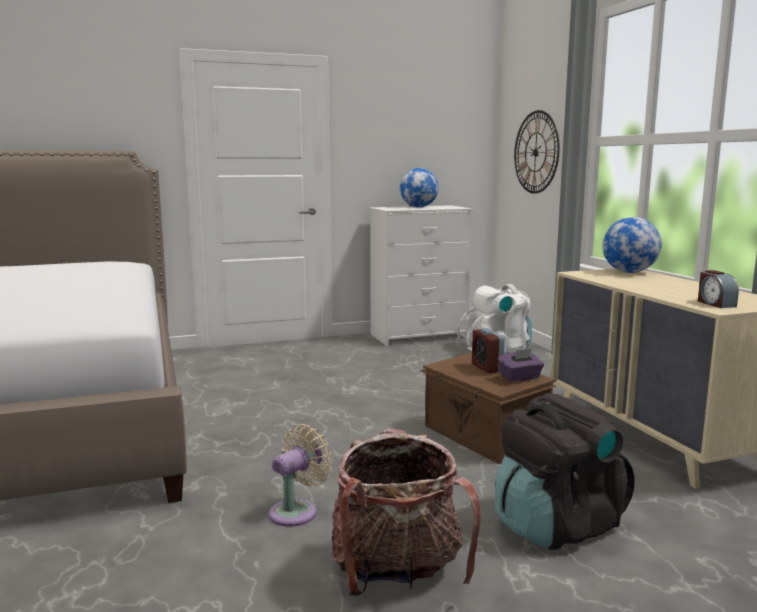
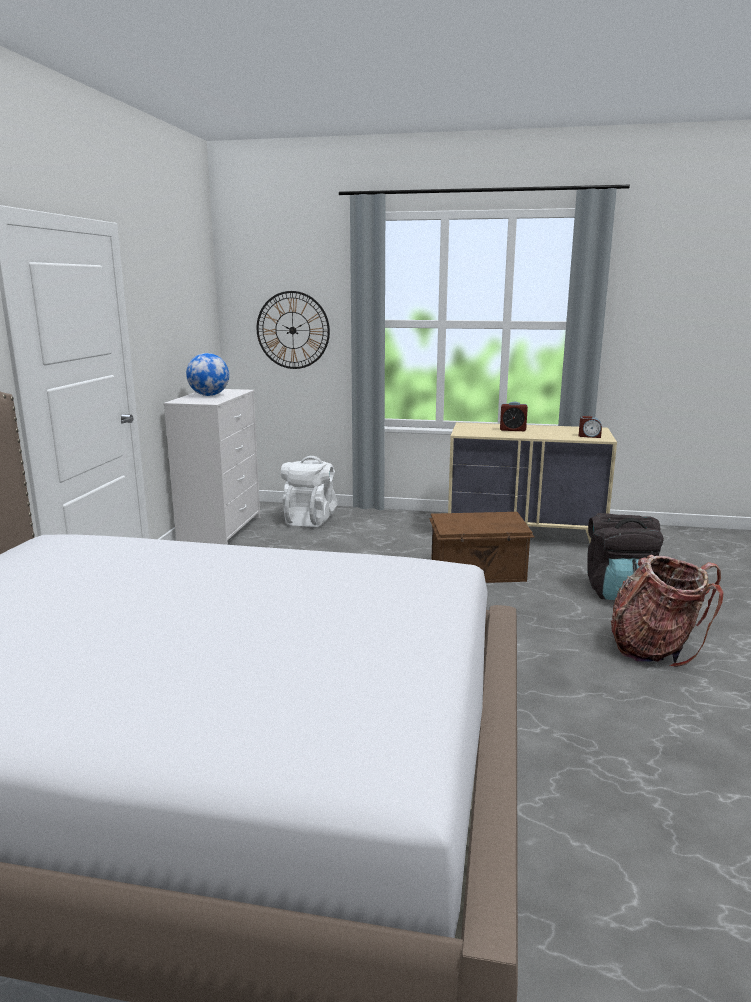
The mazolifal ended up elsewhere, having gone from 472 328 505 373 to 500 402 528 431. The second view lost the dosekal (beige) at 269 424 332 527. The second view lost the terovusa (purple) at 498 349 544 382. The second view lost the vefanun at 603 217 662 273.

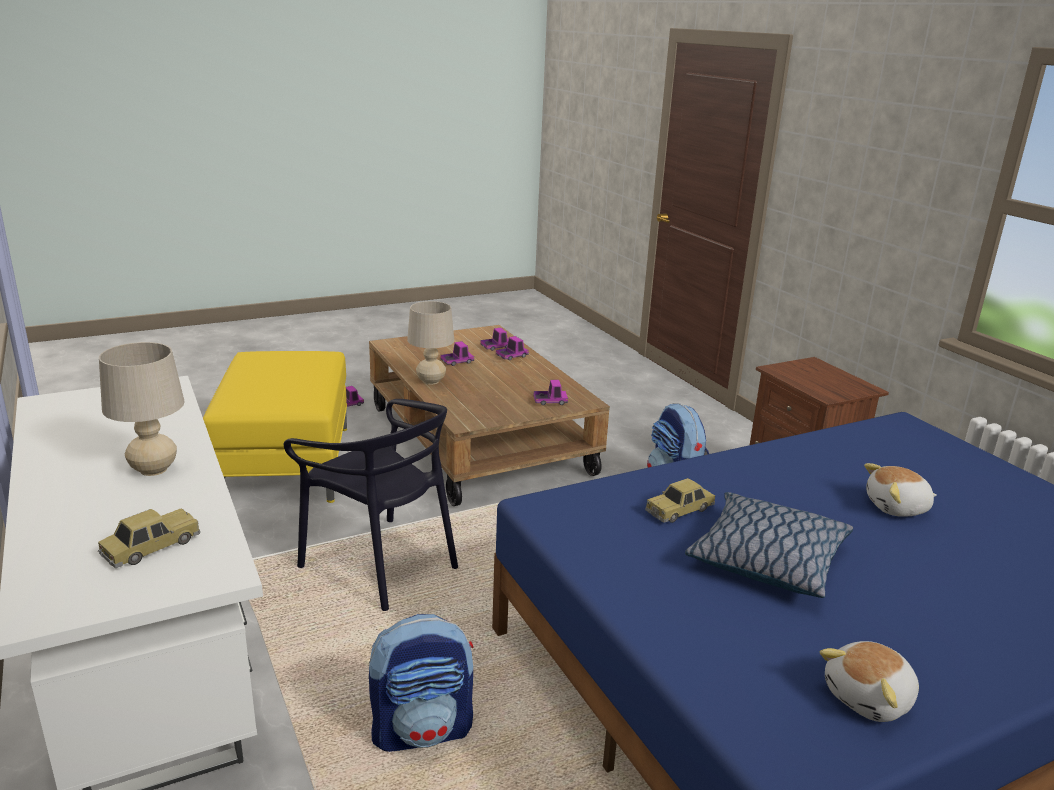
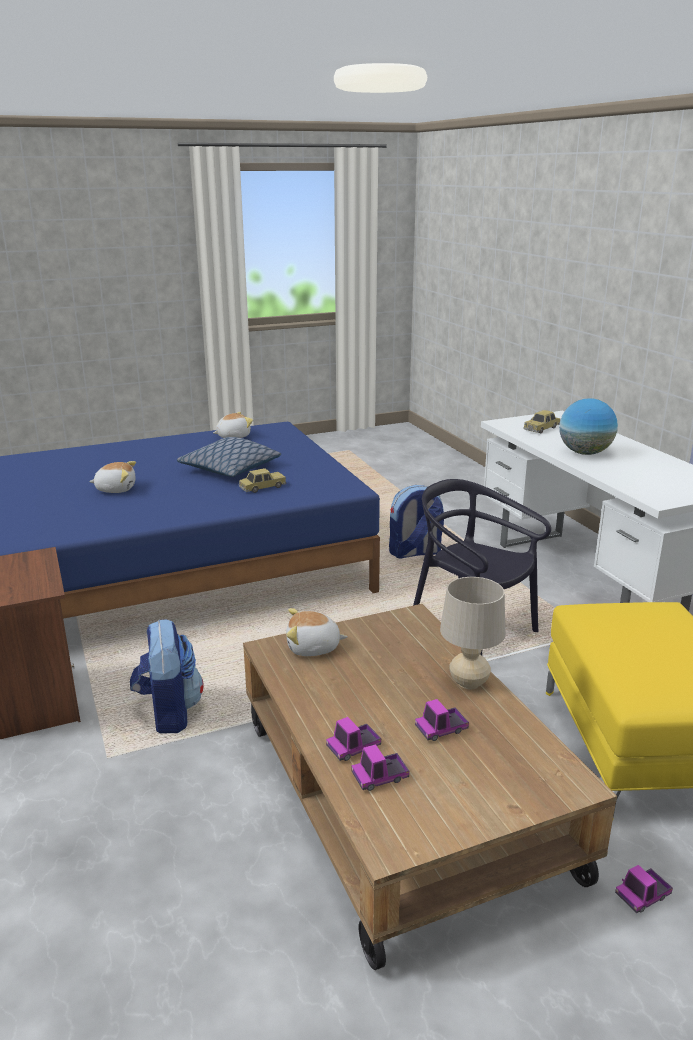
Where the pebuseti stood at 534 380 568 405, the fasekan came to stand at 286 608 348 656. Where the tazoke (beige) stood at 99 342 185 476, the vefanun came to stand at 559 398 618 455.

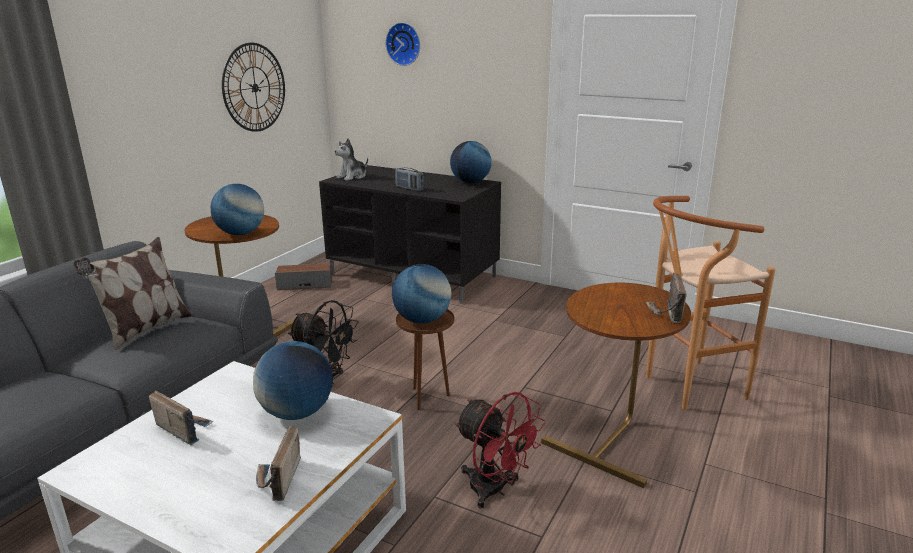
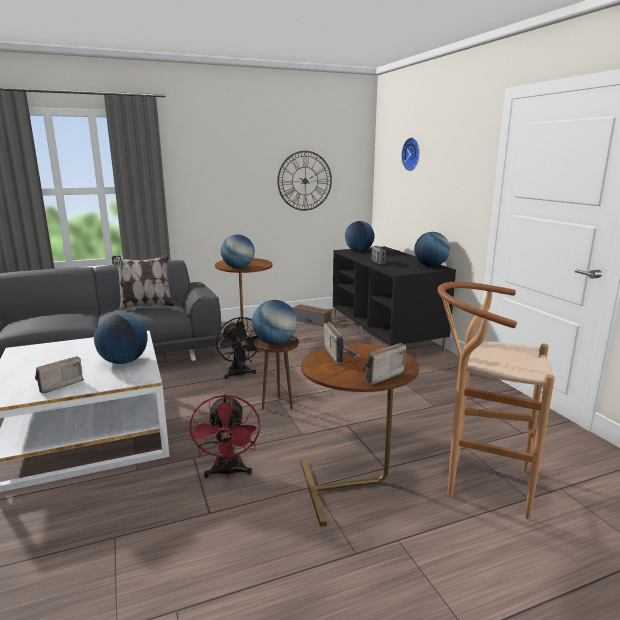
The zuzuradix ended up elsewhere, having gone from 149 391 214 445 to 324 322 359 364. Where the fasekan stood at 335 138 368 181, the vefanun came to stand at 345 221 375 251.

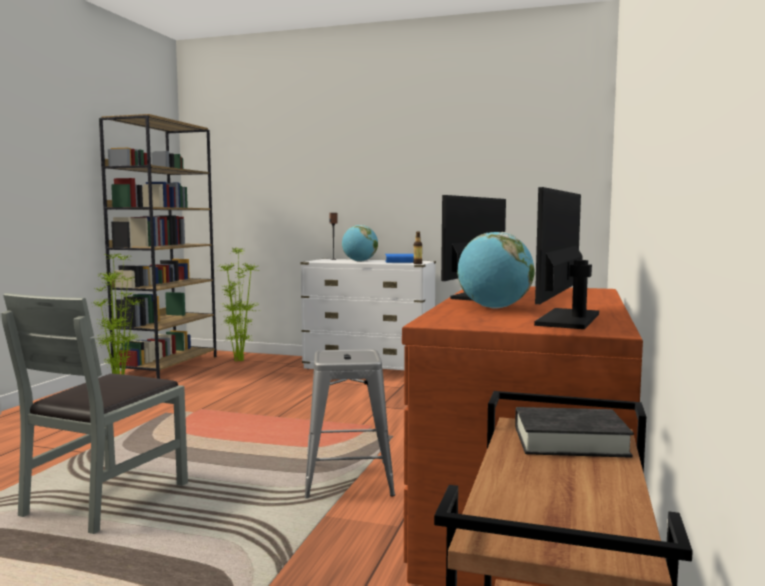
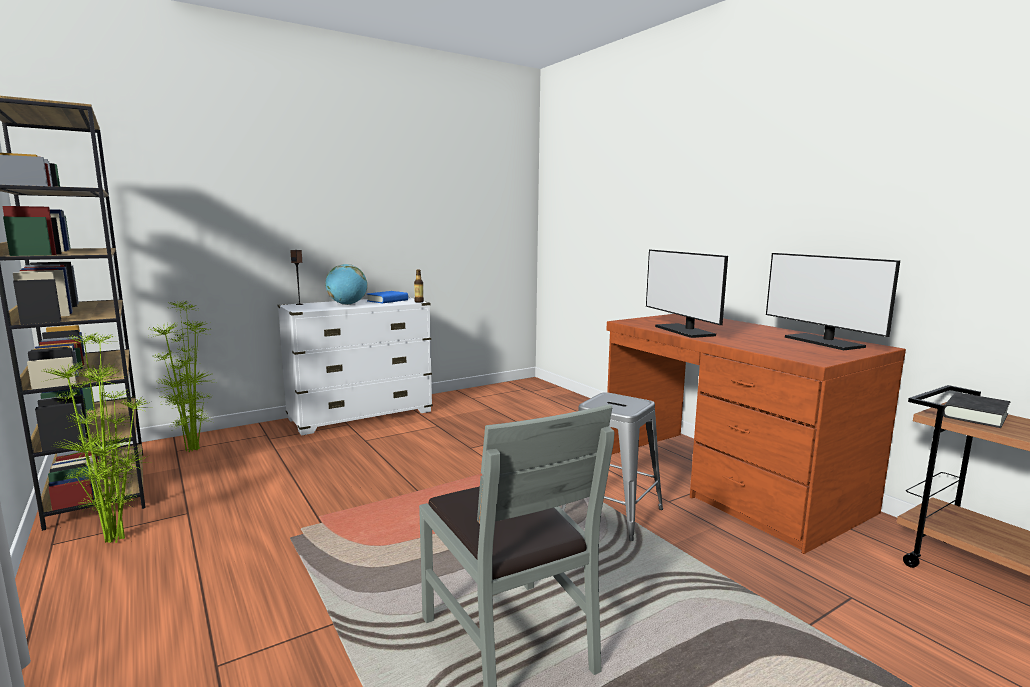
The second view lost the vefanun at 457 232 535 309.

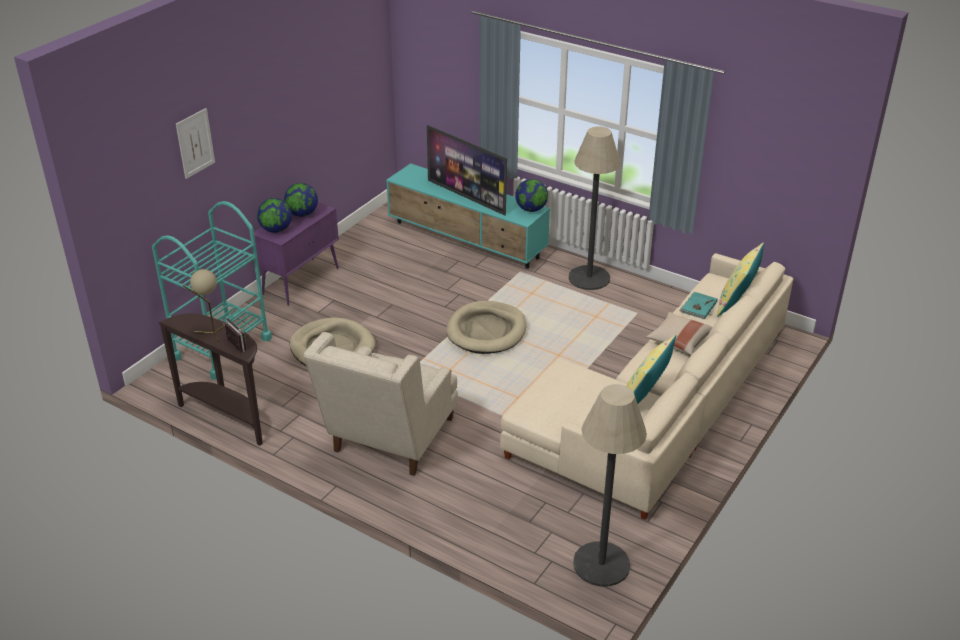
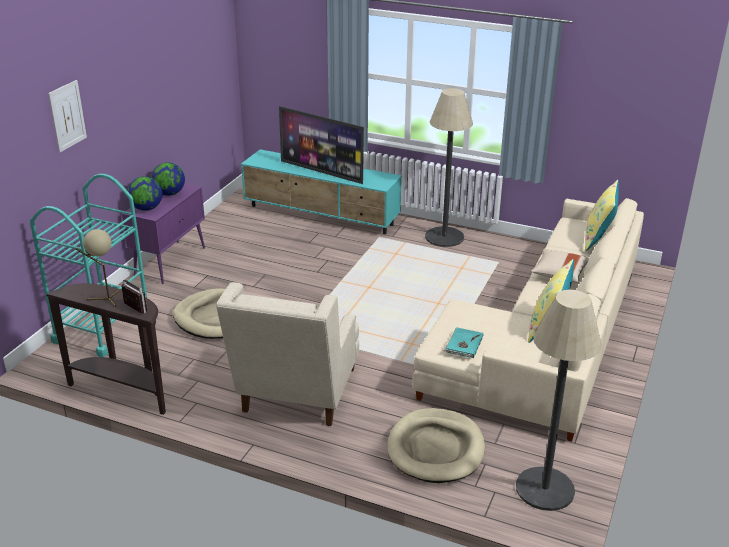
The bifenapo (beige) ended up elsewhere, having gone from 446 301 526 354 to 387 408 485 483. The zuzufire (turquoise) ended up elsewhere, having gone from 679 292 718 320 to 444 327 484 358. The second view lost the vefanun at 515 179 548 212.

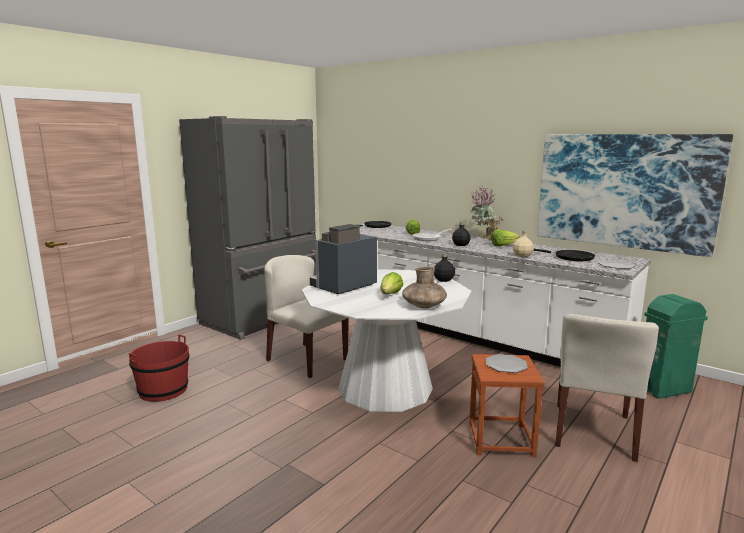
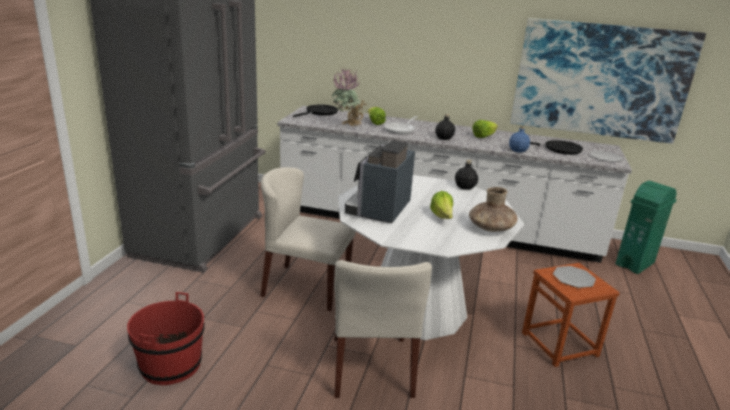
The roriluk ended up elsewhere, having gone from 470 186 503 240 to 331 67 368 127. The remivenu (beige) ended up elsewhere, having gone from 555 314 659 462 to 334 260 432 398. What was the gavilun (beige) at 513 231 534 257 turned into the gavilun (blue) at 509 125 530 153.

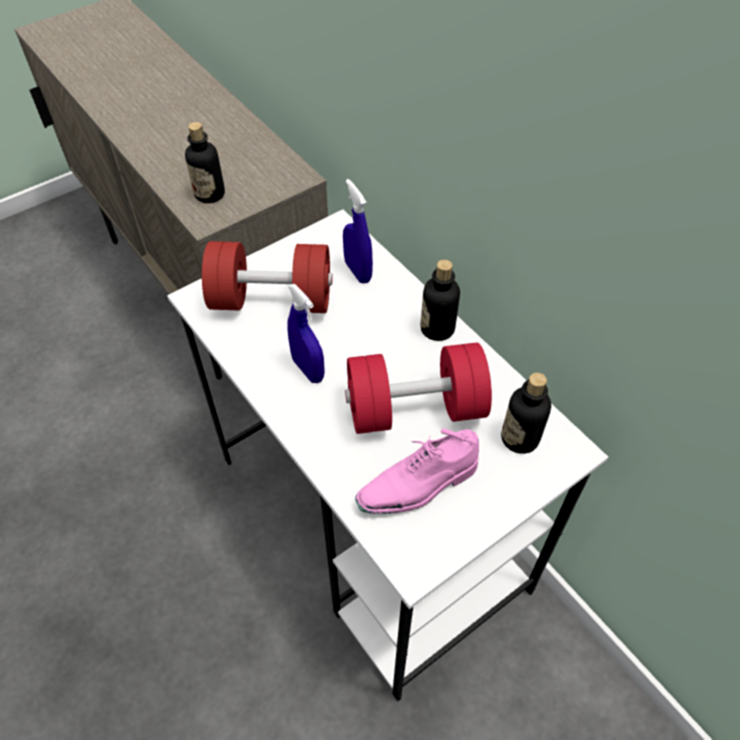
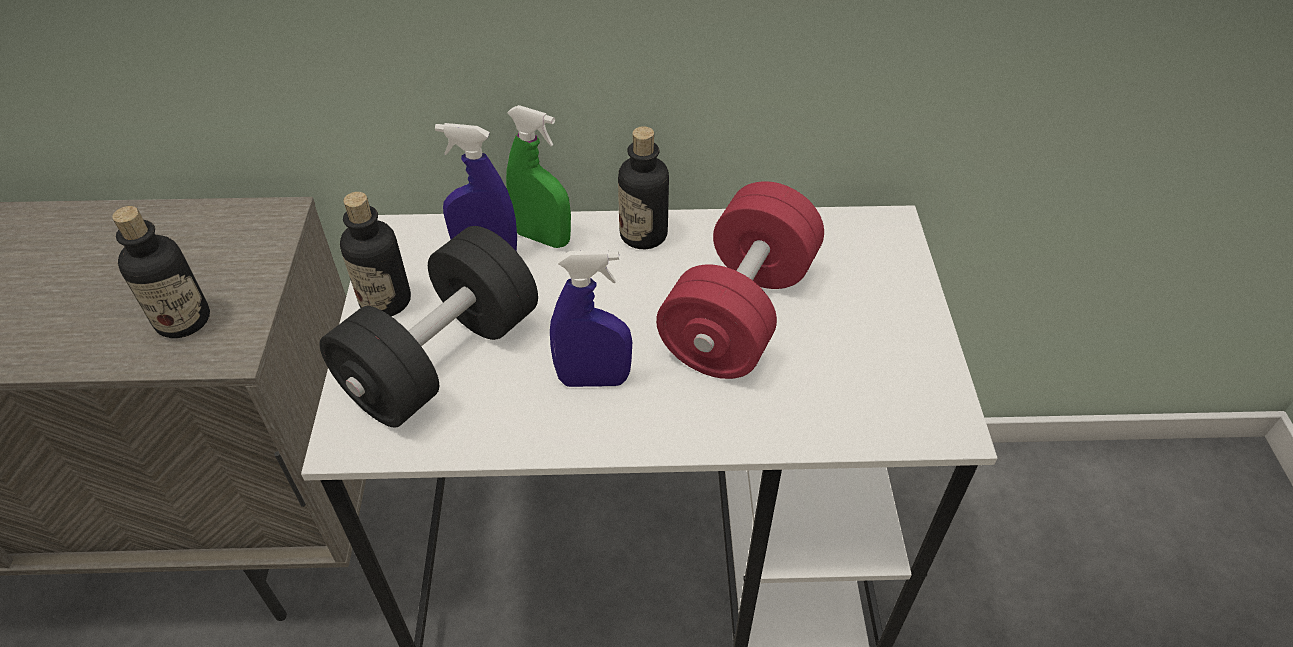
What was the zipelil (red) at 202 241 333 313 turned into the zipelil (black) at 319 226 538 428. The gavilun ended up elsewhere, having gone from 501 373 551 454 to 340 192 411 316. The second view gained the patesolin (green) at 506 105 571 248. The second view lost the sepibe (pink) at 355 428 479 514.

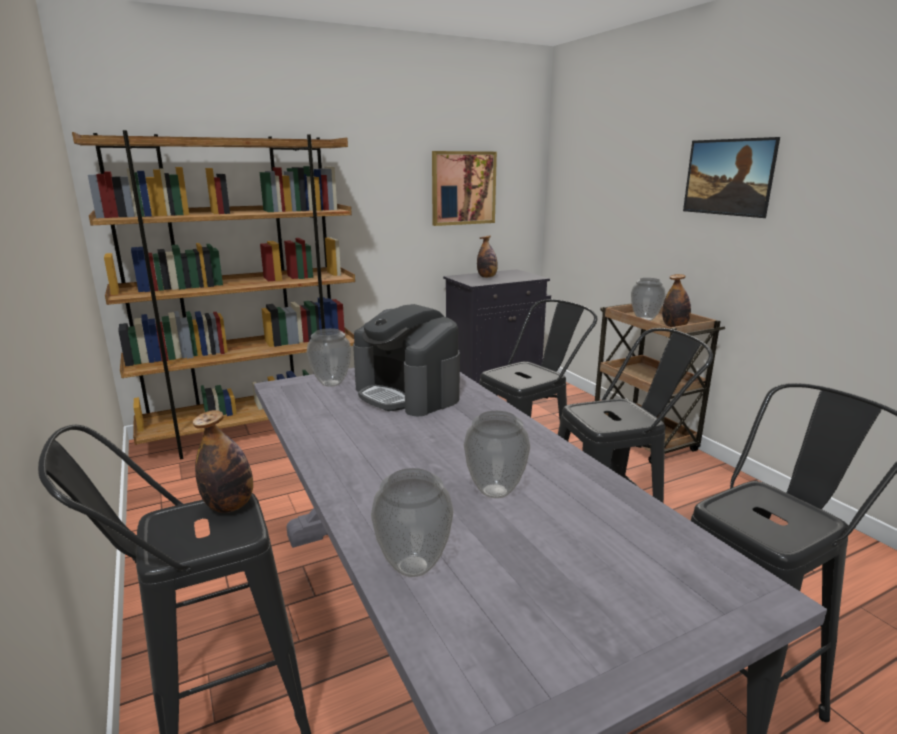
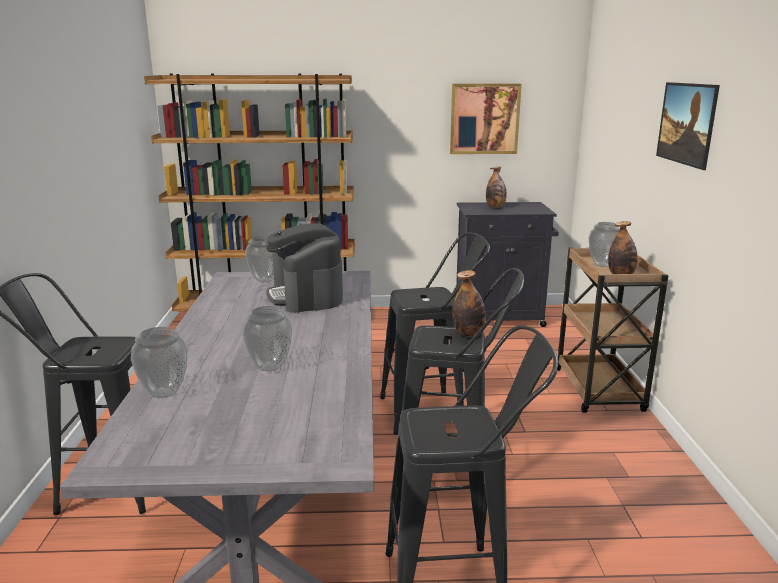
The gavilun ended up elsewhere, having gone from 192 410 253 513 to 452 270 486 337.

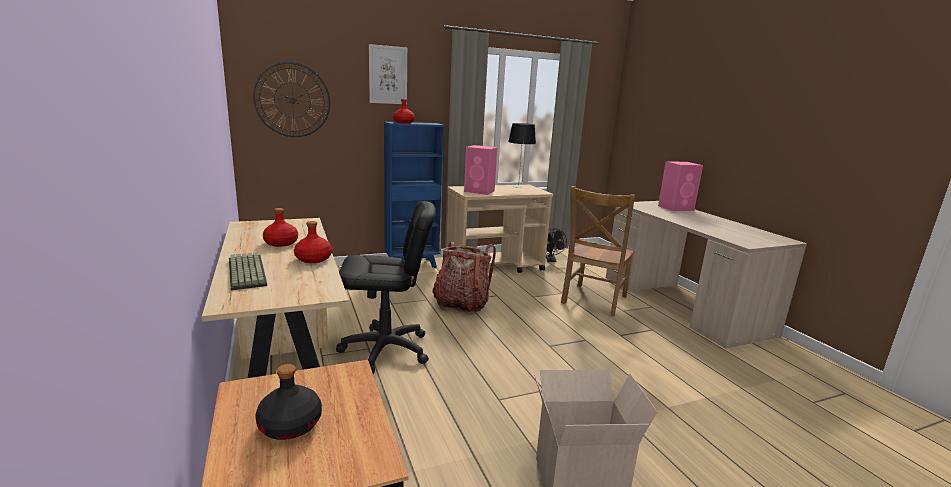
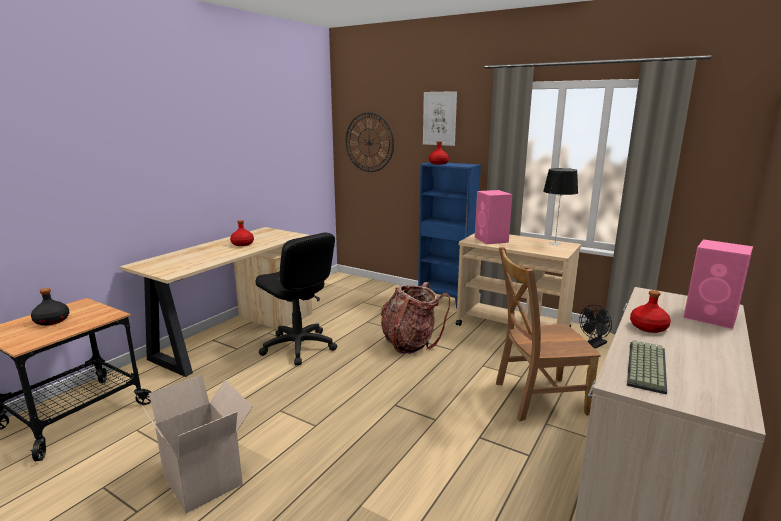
The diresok ended up elsewhere, having gone from 229 252 267 290 to 627 340 667 395. The gavilun (red) ended up elsewhere, having gone from 294 221 332 263 to 630 290 671 333.

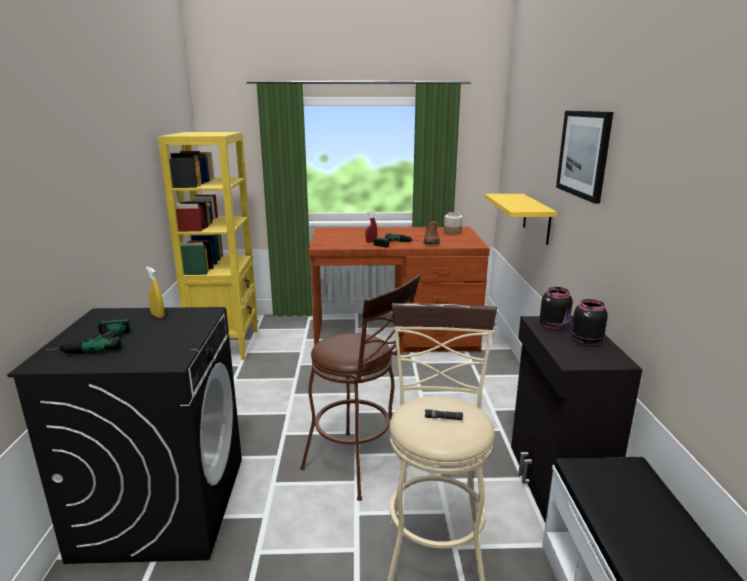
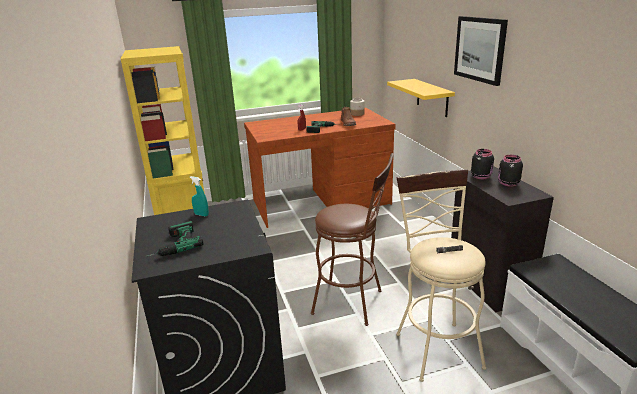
What was the patesolin (yellow) at 146 267 165 318 turned into the patesolin (turquoise) at 189 176 209 216.

